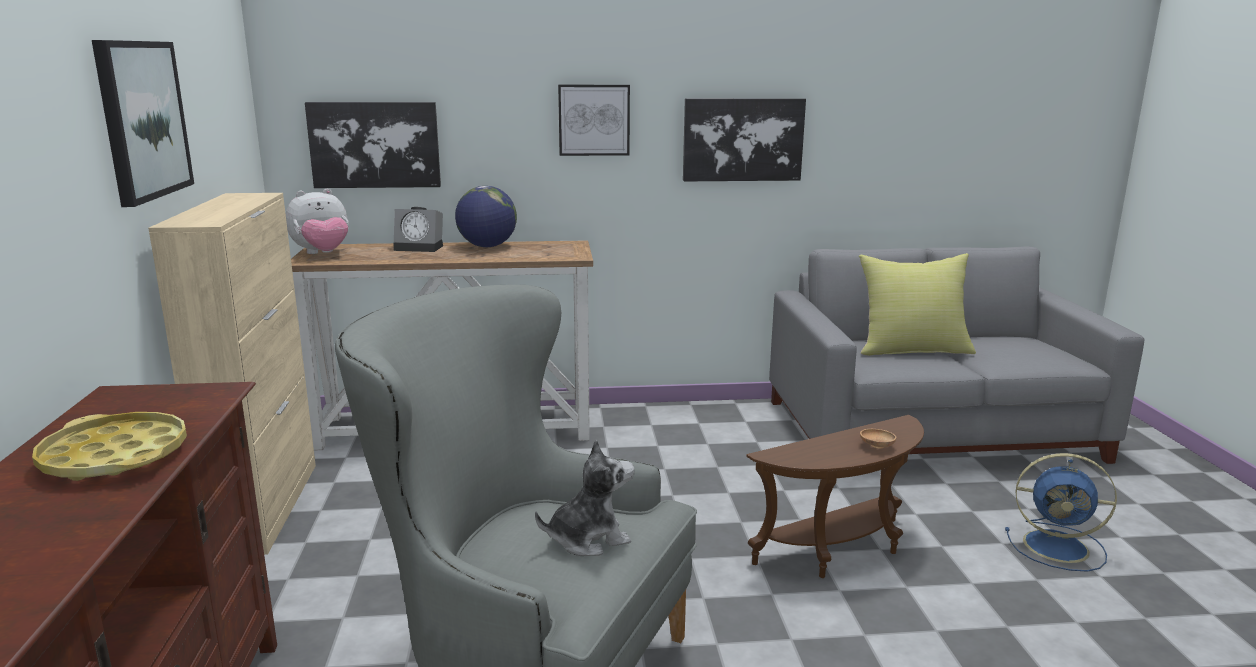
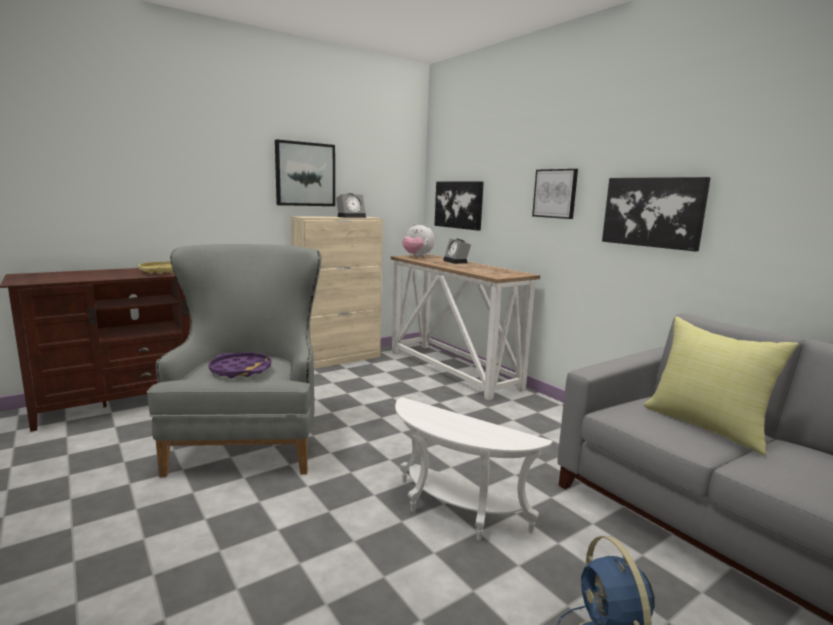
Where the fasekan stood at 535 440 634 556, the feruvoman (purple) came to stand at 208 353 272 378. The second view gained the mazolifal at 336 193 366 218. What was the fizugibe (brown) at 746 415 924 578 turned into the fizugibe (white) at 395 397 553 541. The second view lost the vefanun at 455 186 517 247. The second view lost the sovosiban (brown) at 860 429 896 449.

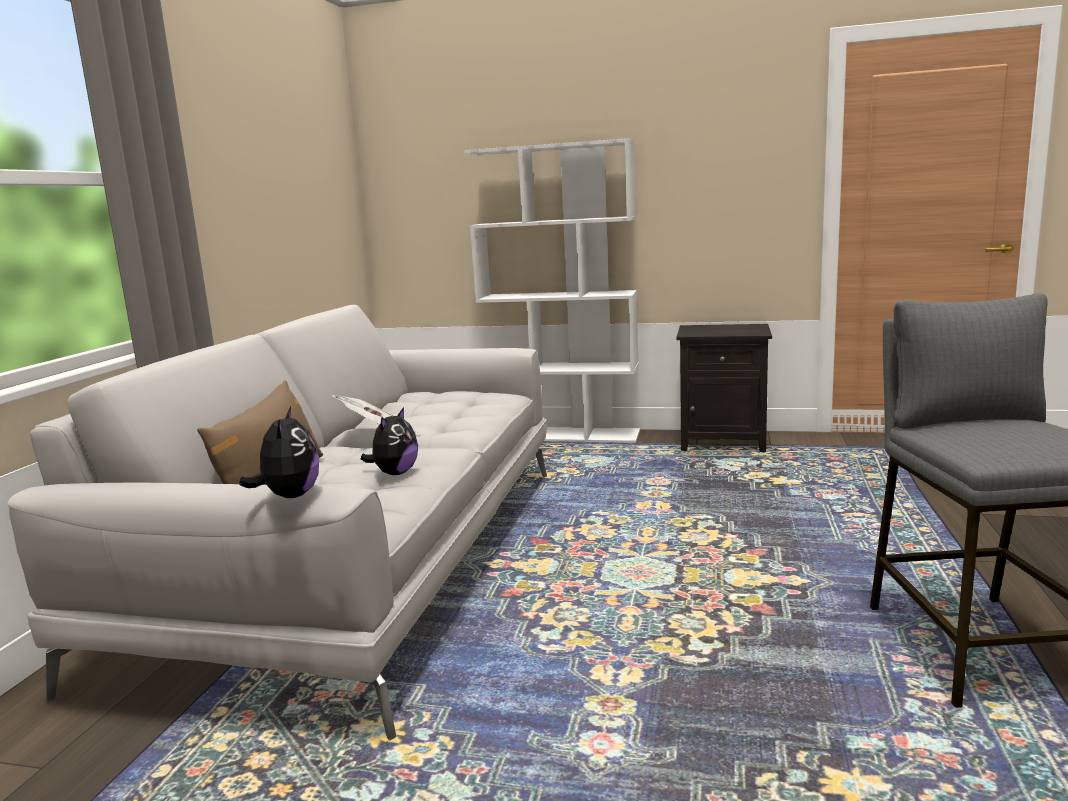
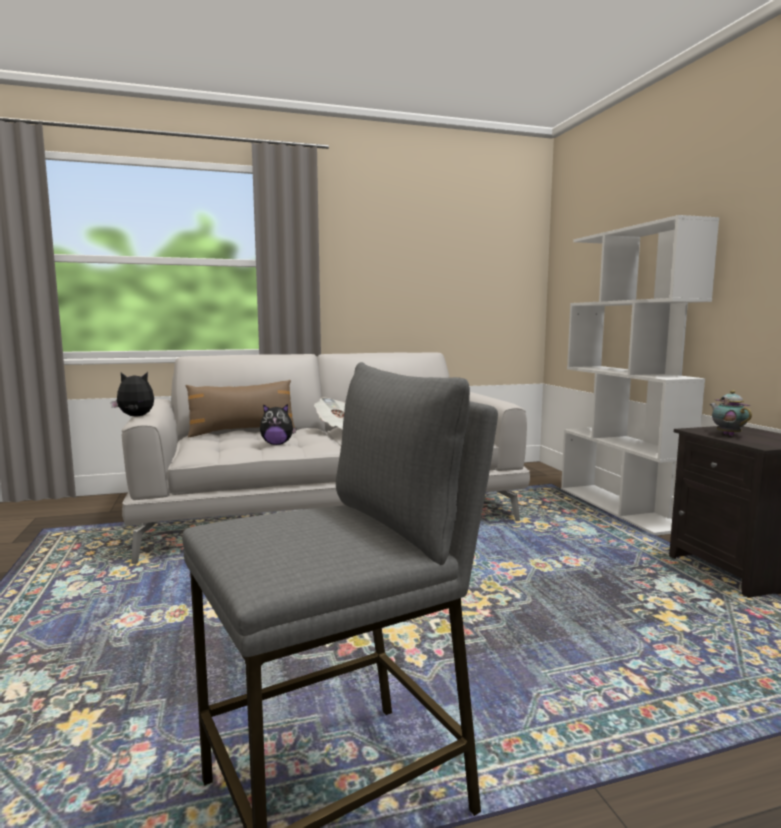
The fasekan at 239 407 319 498 ended up facing another way, 150 degrees counterclockwise from before. The second view gained the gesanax at 709 390 752 436.

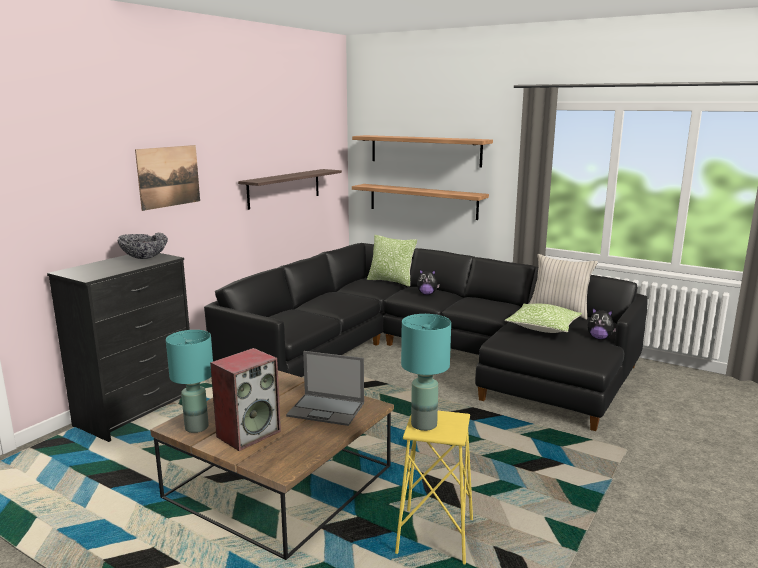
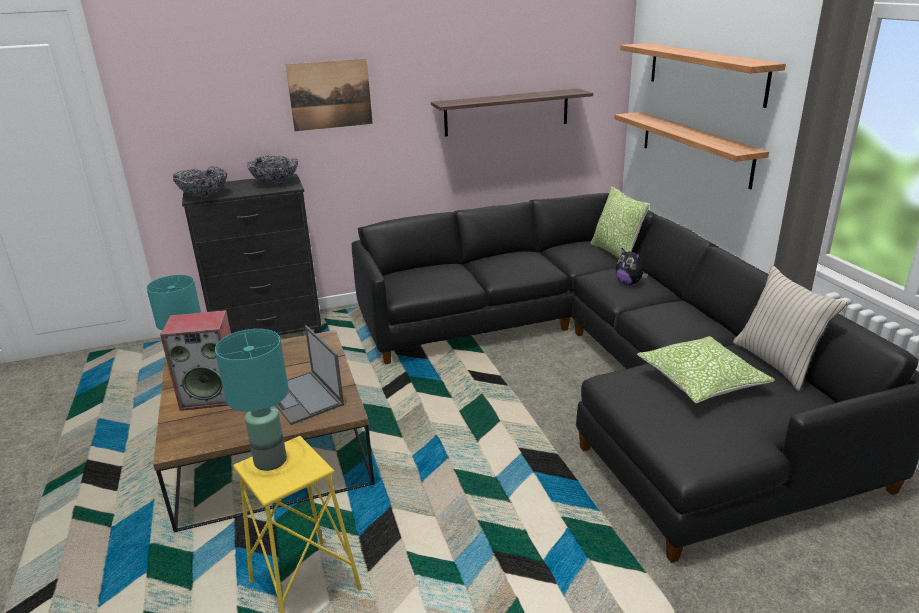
The second view gained the sovosiban at 173 166 228 197. The second view lost the fasekan at 588 308 616 340.

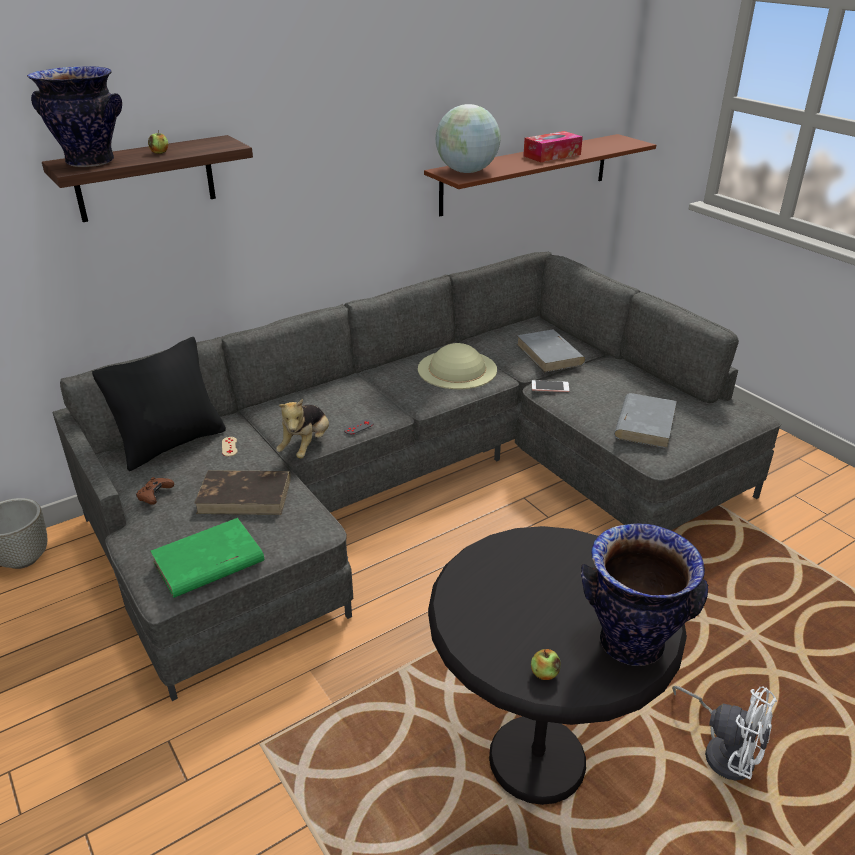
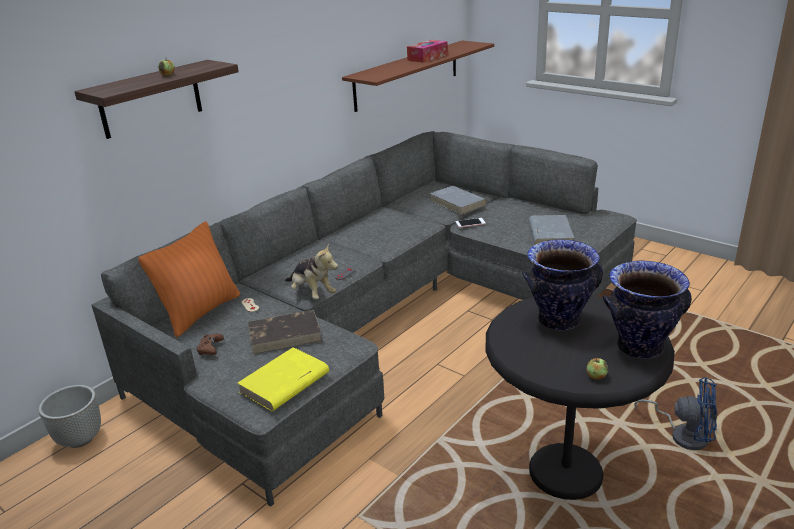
What was the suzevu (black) at 92 337 226 471 turned into the suzevu (orange) at 138 221 240 337. What was the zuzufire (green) at 150 518 264 598 turned into the zuzufire (yellow) at 237 347 329 411. The fasekan at 276 399 329 459 ended up facing another way, 45 degrees counterclockwise from before. The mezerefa ended up elsewhere, having gone from 27 66 122 167 to 522 239 603 330. What was the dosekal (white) at 672 686 777 781 turned into the dosekal (blue) at 634 377 717 450. The second view lost the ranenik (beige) at 418 343 497 389. The second view lost the vefanun at 436 104 501 173.

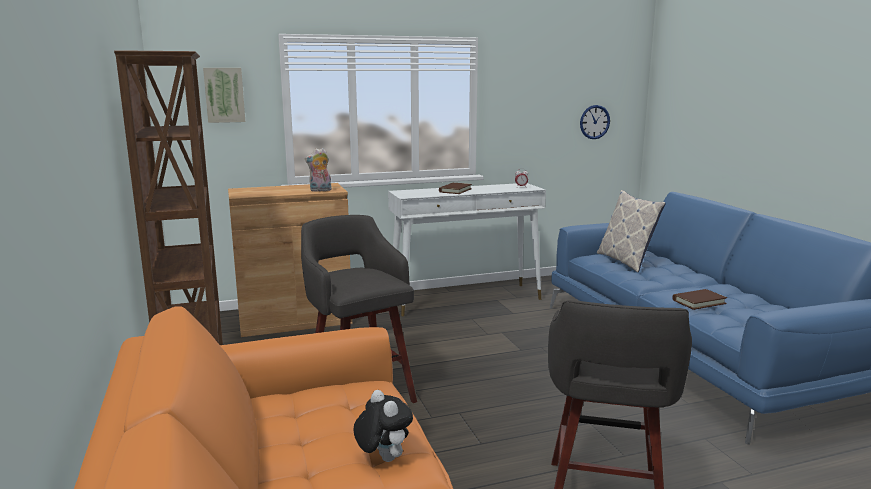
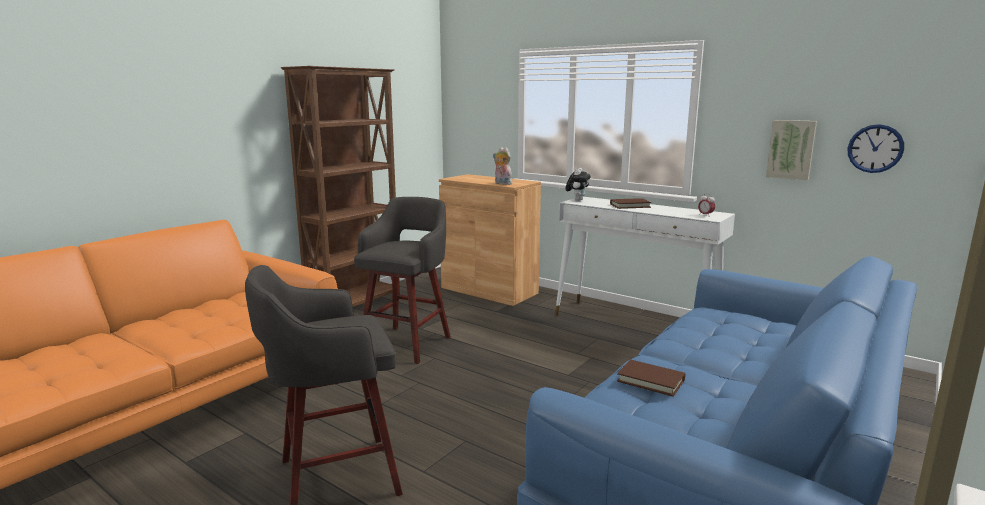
The fasekan ended up elsewhere, having gone from 353 390 413 462 to 566 168 591 201. The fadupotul ended up elsewhere, having gone from 203 68 245 123 to 766 120 817 180. The second view lost the suzevu at 597 190 666 273.

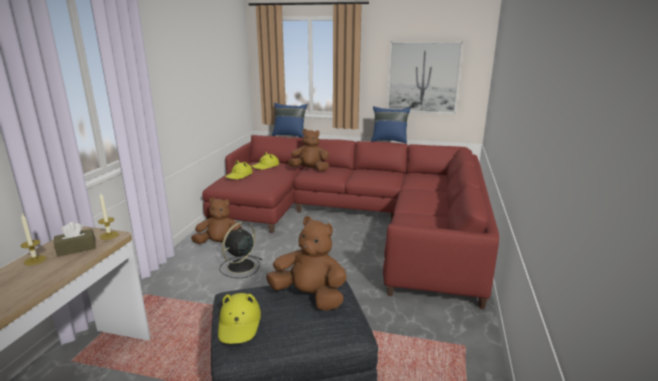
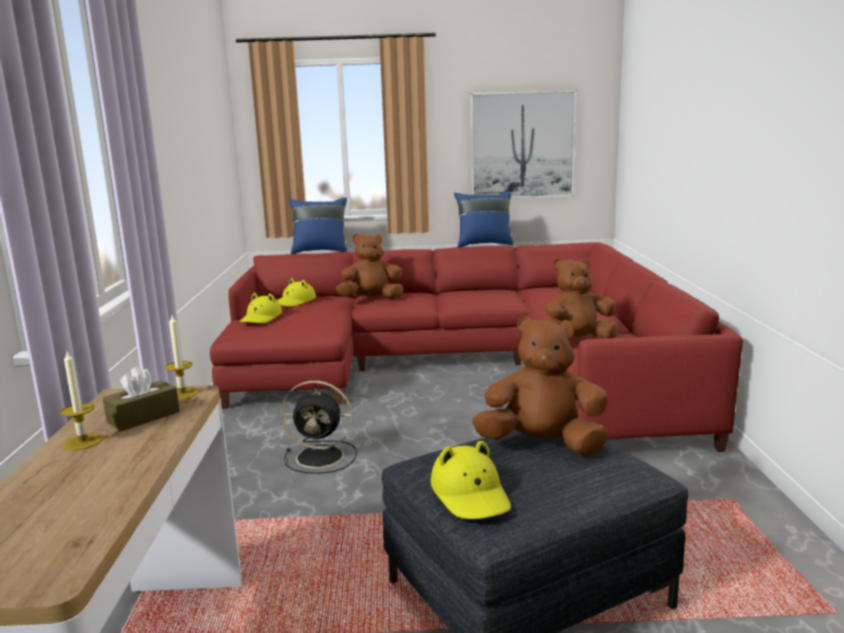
The dosekal (black) at 219 222 262 278 ended up facing another way, 105 degrees counterclockwise from before. The fasekan (brown) ended up elsewhere, having gone from 191 197 242 244 to 545 258 618 339.

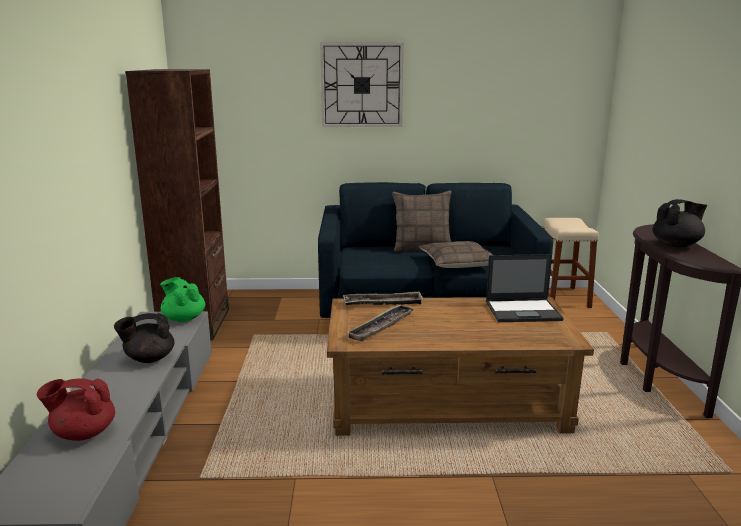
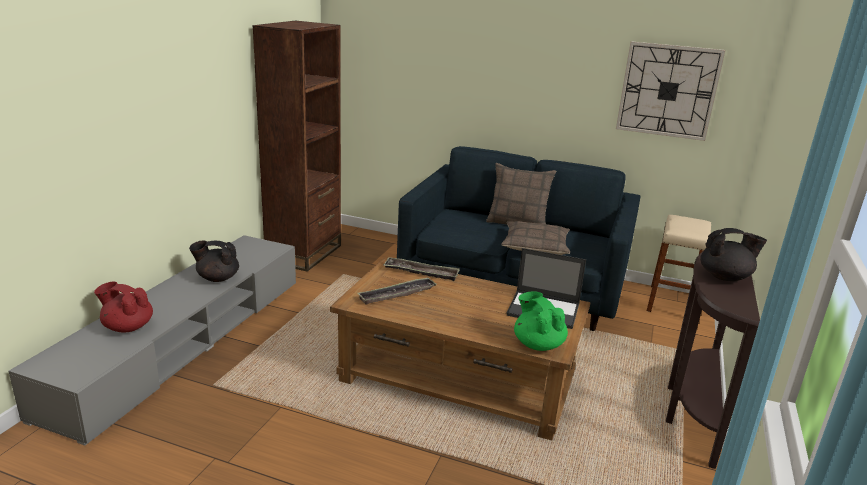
The gesanax (green) ended up elsewhere, having gone from 160 277 205 322 to 514 291 568 351. The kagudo ended up elsewhere, having gone from 320 42 403 127 to 616 41 725 141.

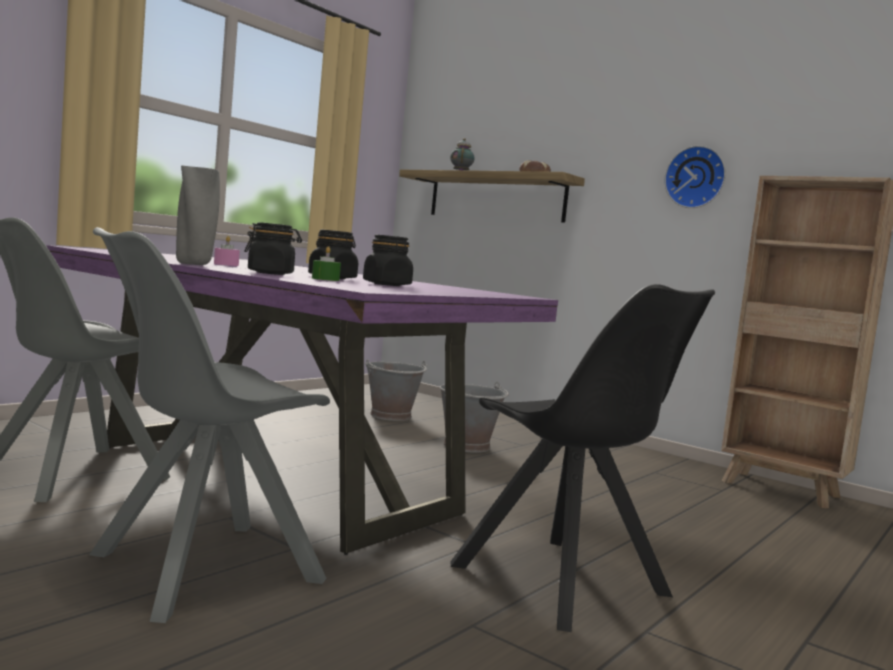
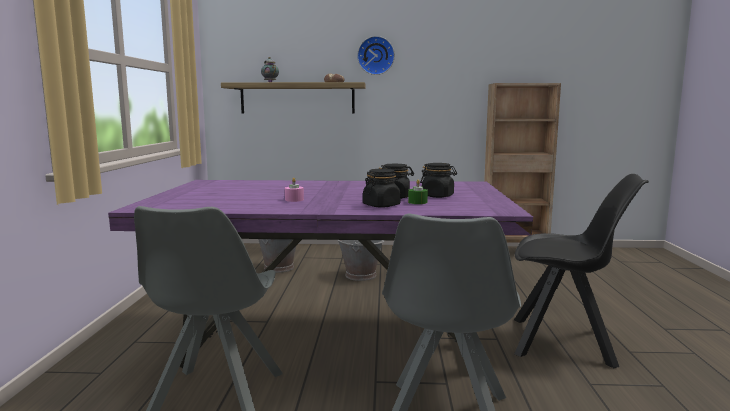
The kagudo ended up elsewhere, having gone from 664 146 726 208 to 357 36 395 75. The second view lost the mezerefa (grey) at 176 166 220 265.

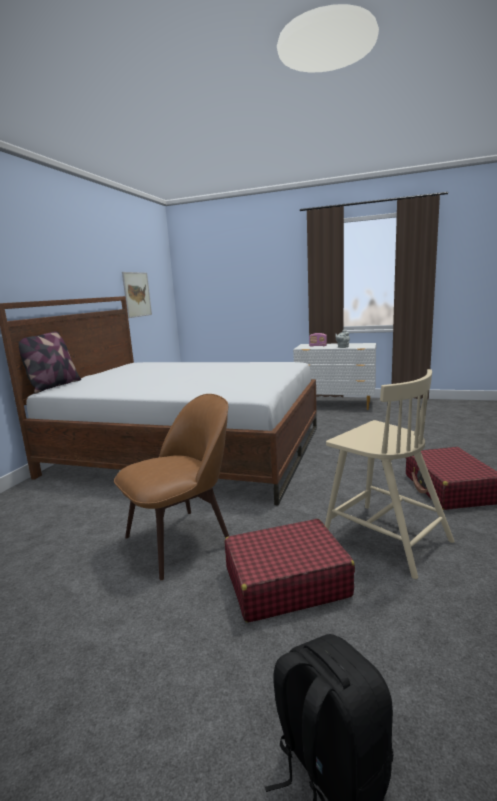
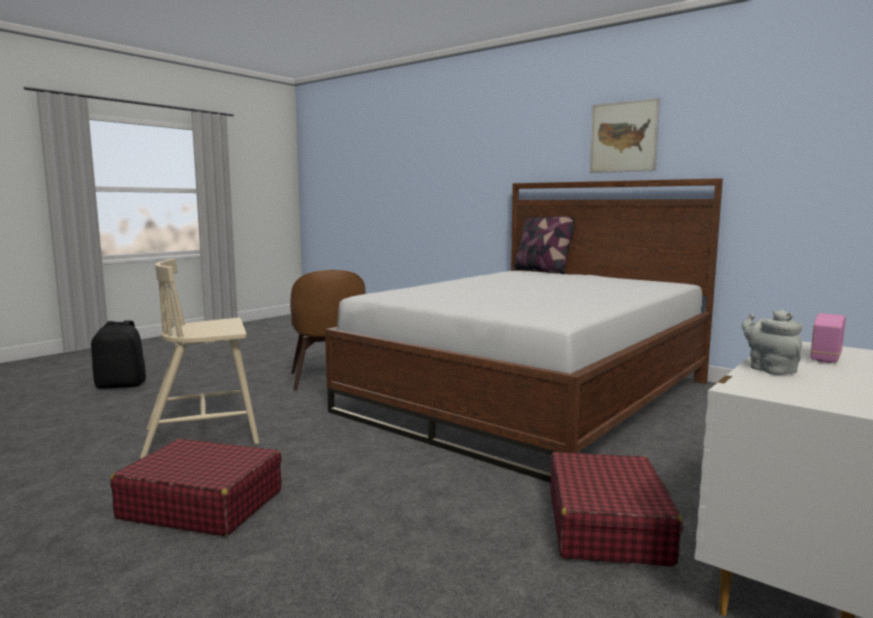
The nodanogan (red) ended up elsewhere, having gone from 224 519 355 623 to 551 452 683 567. The fadupotul ended up elsewhere, having gone from 122 272 152 318 to 589 98 660 173.

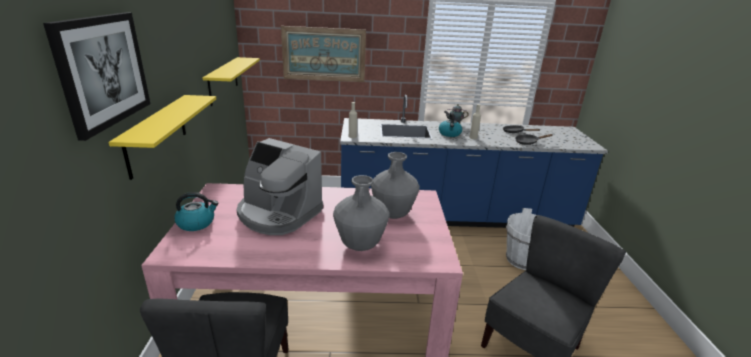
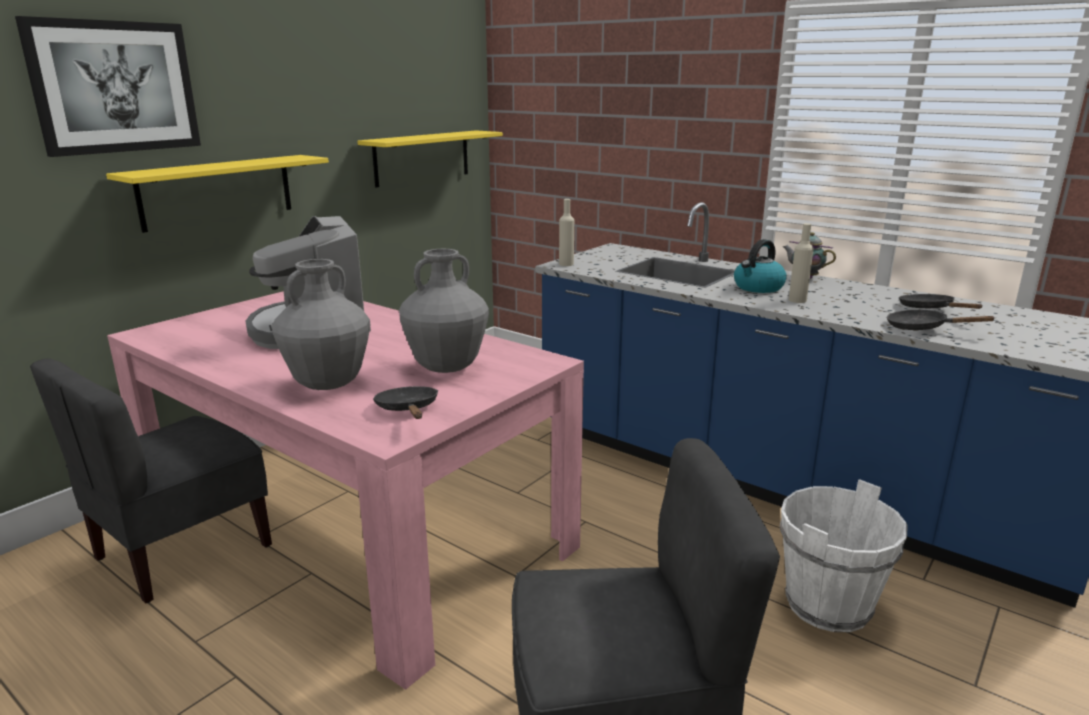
The second view gained the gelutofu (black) at 373 386 438 419. The second view lost the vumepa at 174 192 218 231. The second view lost the fadupotul at 281 26 366 82.

